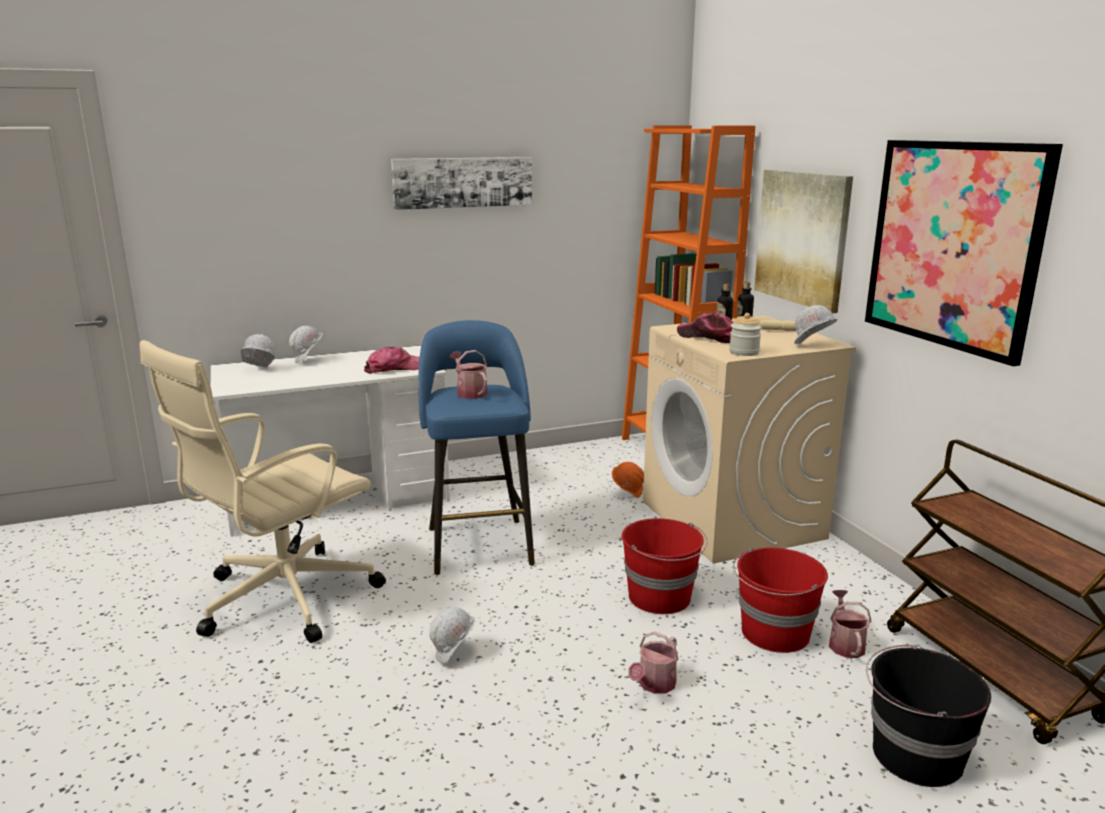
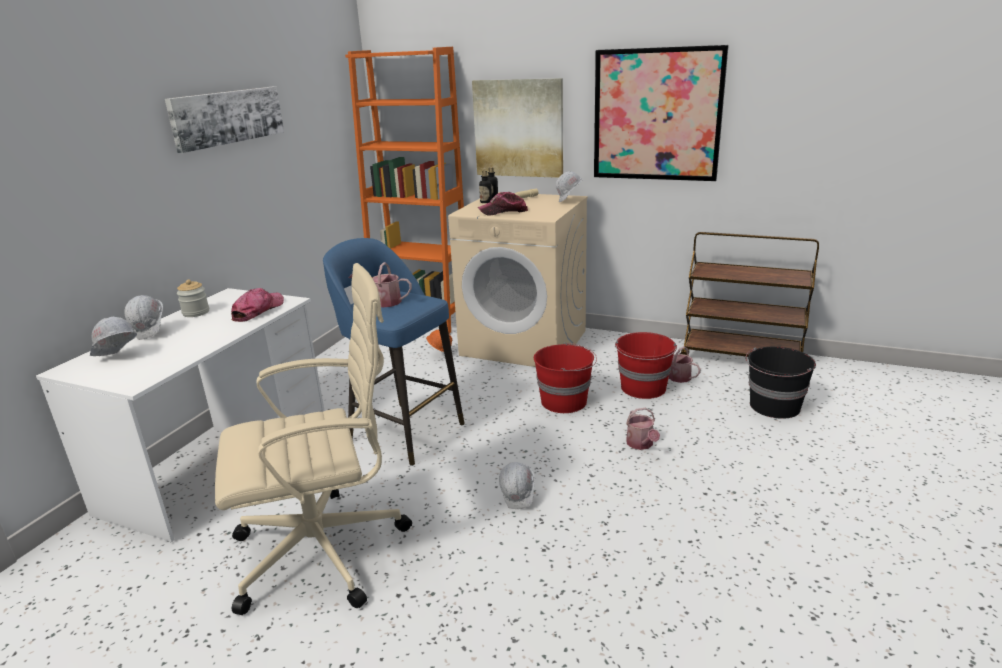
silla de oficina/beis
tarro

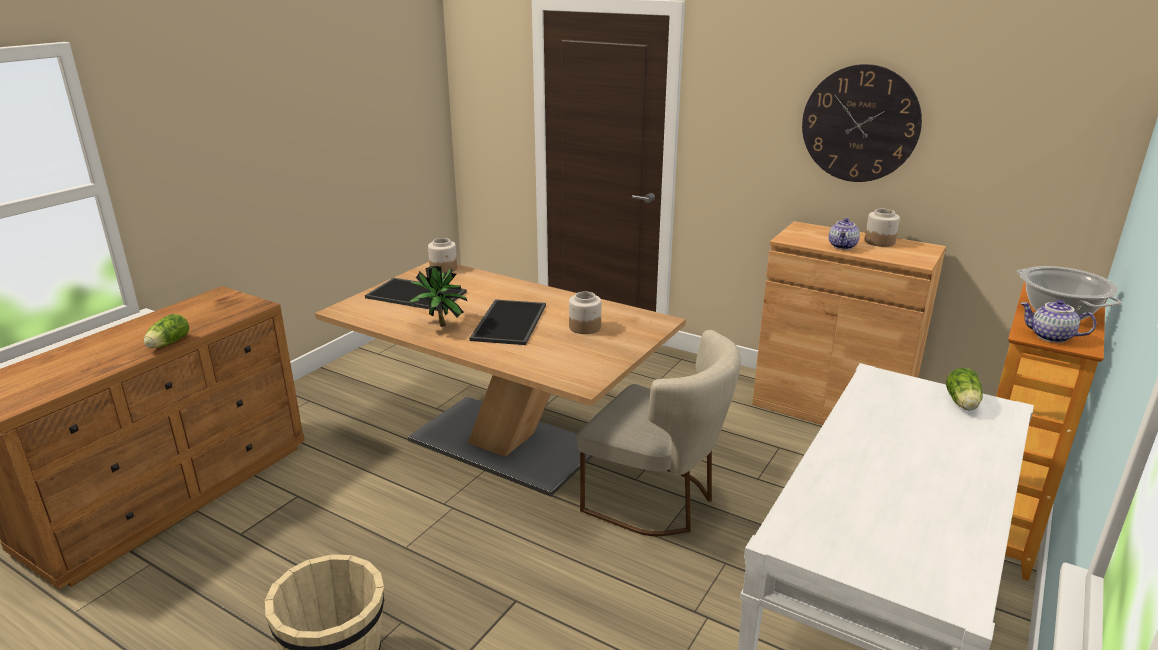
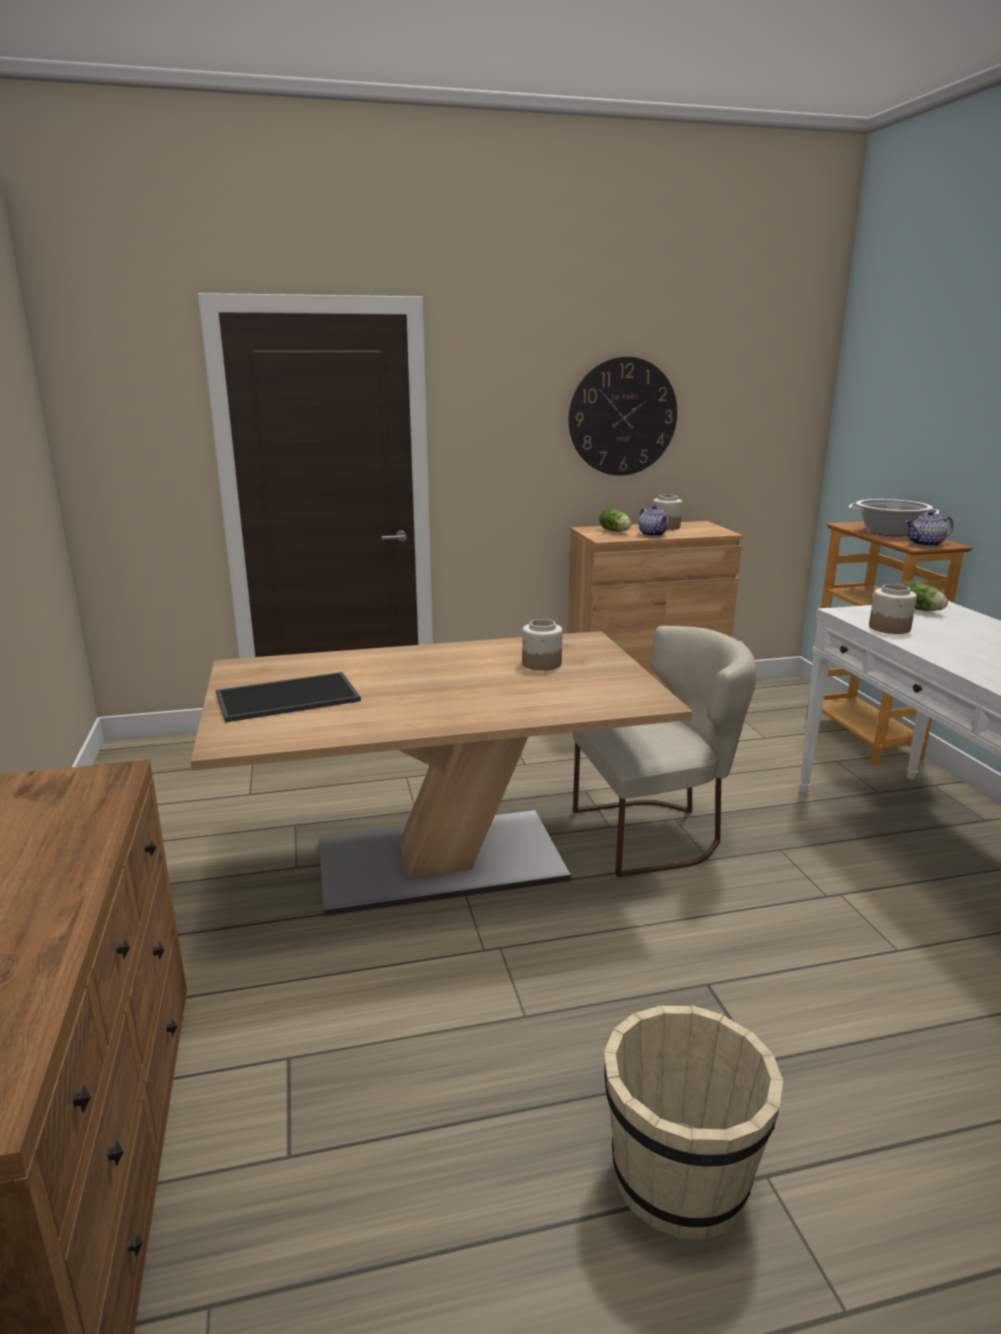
lechuga (no. 1 from left)
planta en maceta
tarro (no. 3 from left)
bandeja (no. 2 from left in the first image)

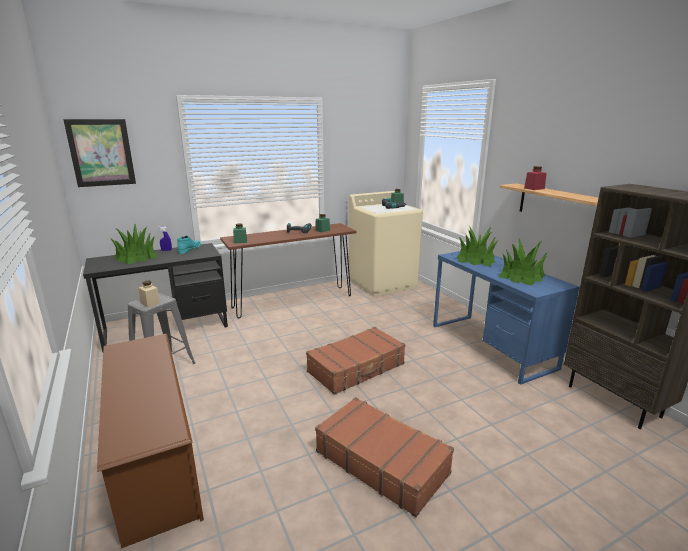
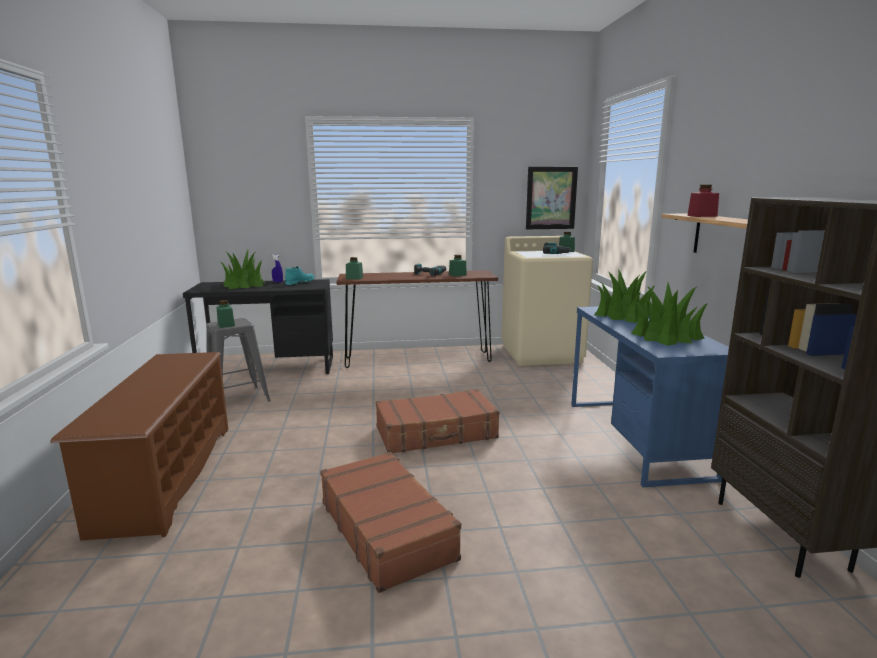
cuadro
tarro/verde (no. 1 from left)

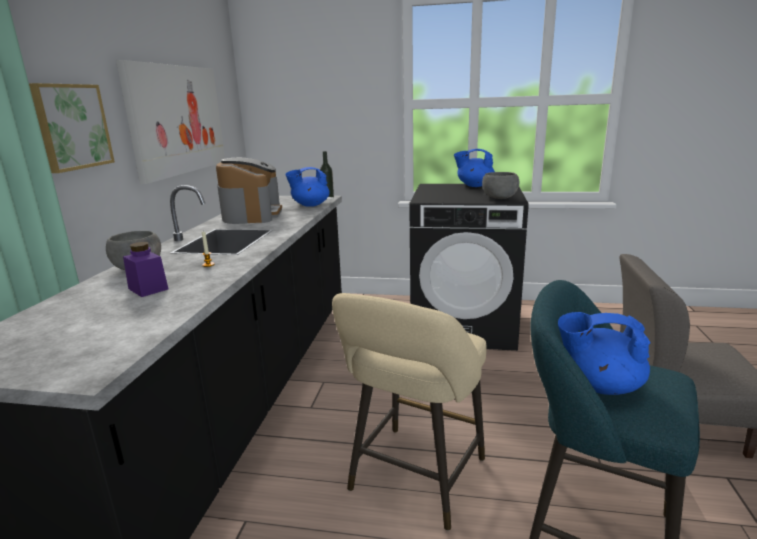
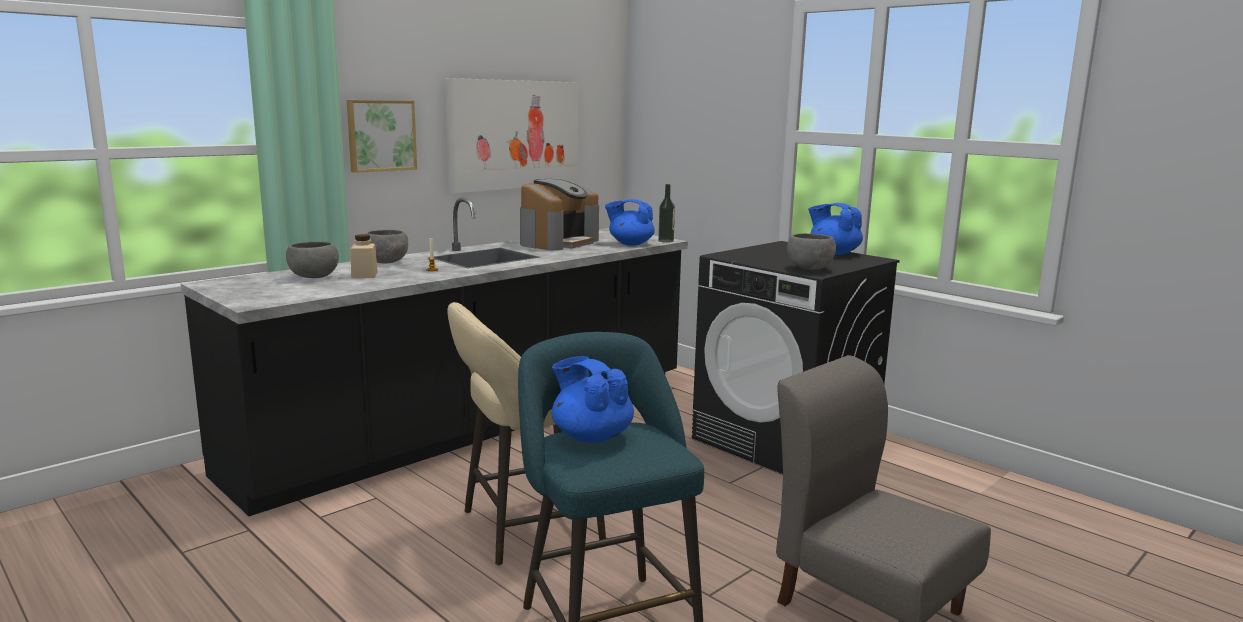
tarro/beis
cuenco/gris (no. 1 from left)

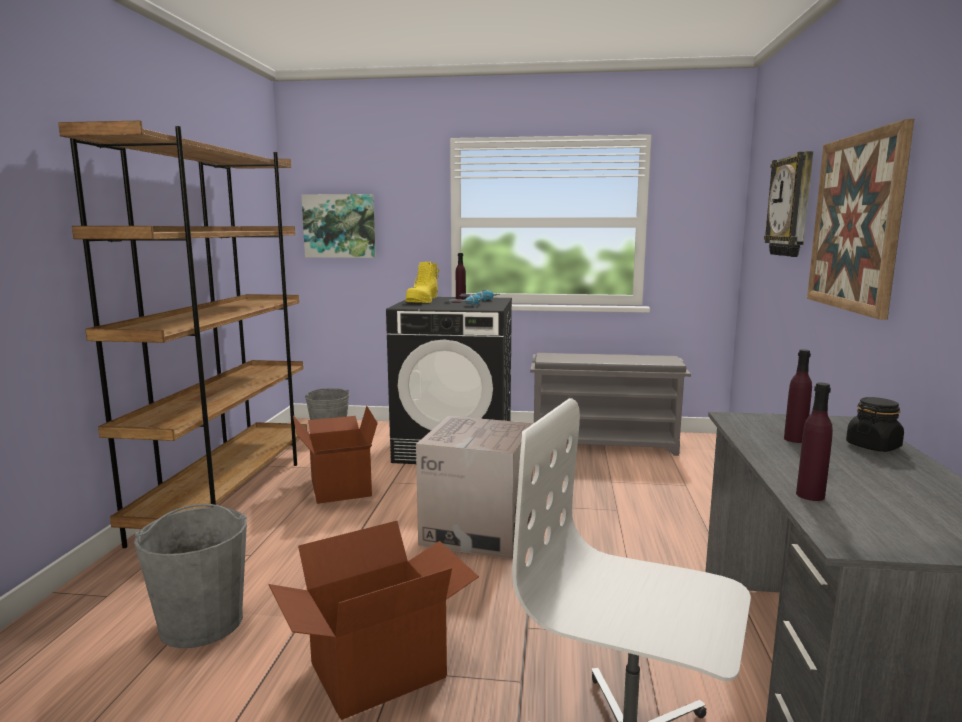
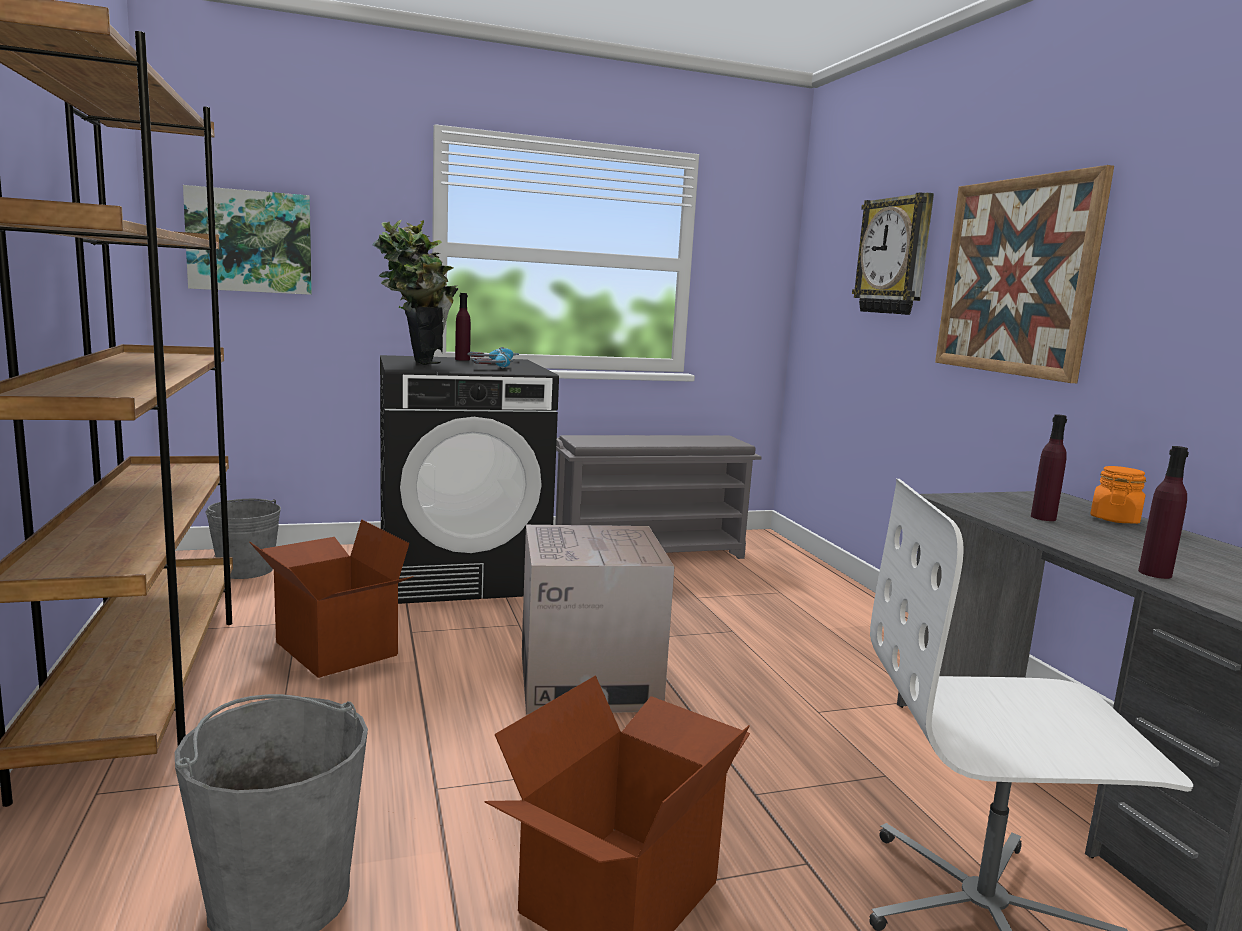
planta en maceta
tarro/naranja

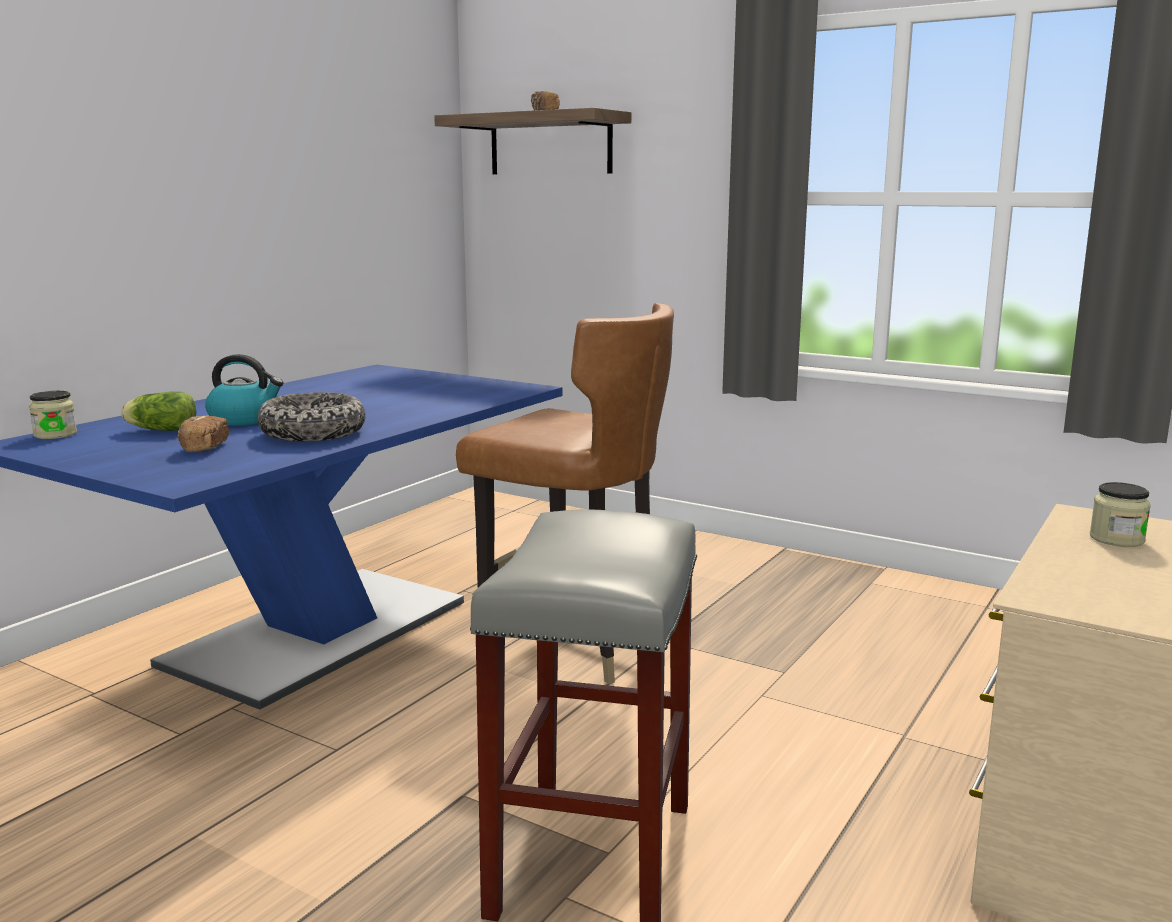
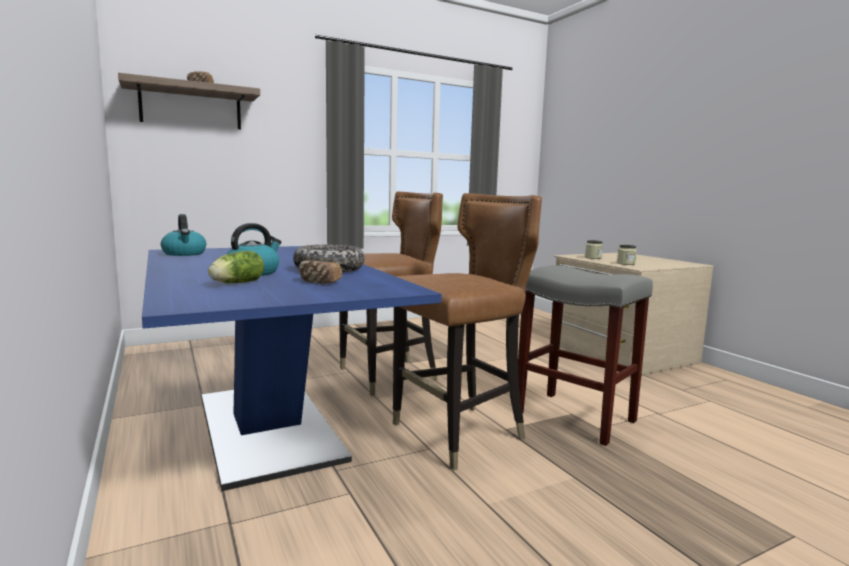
tarro (no. 2 from left)
hervidor (no. 1 from left)
silla/marrón (no. 2 from left)

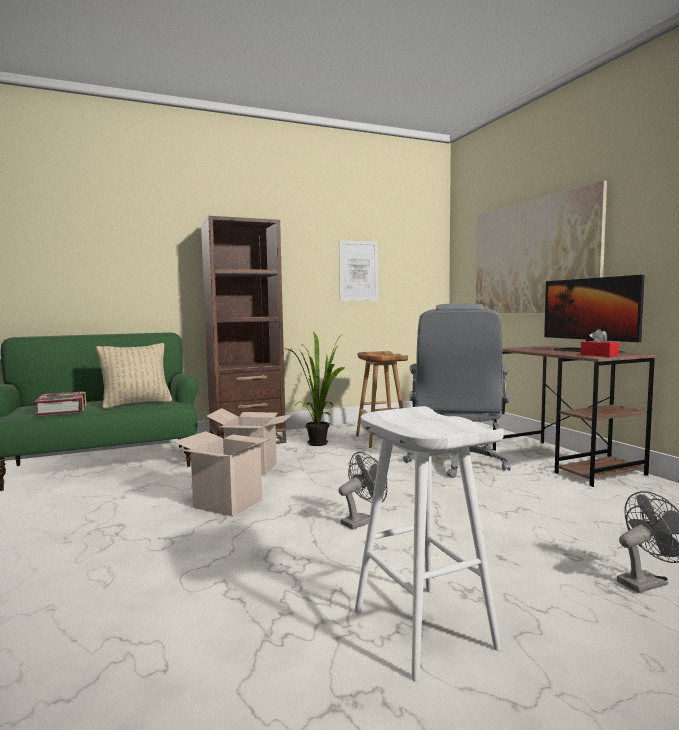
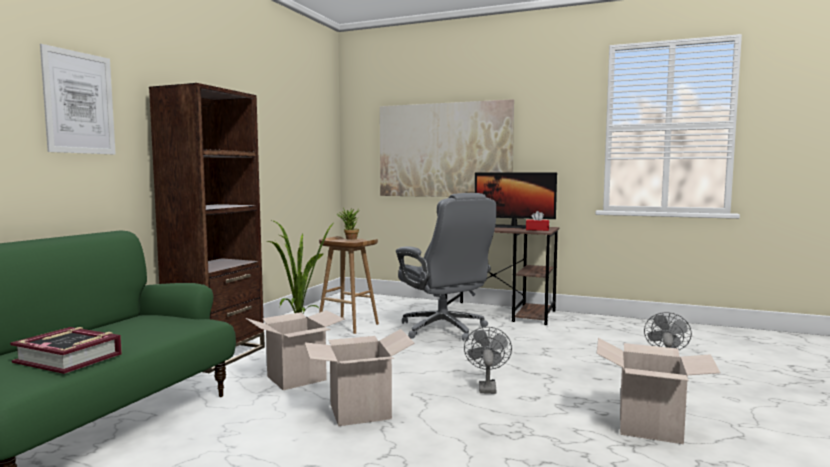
cojín/beis
cuadro (no. 1 from left)
caja de cartón (no. 3 from left)
planta en maceta (no. 2 from left)

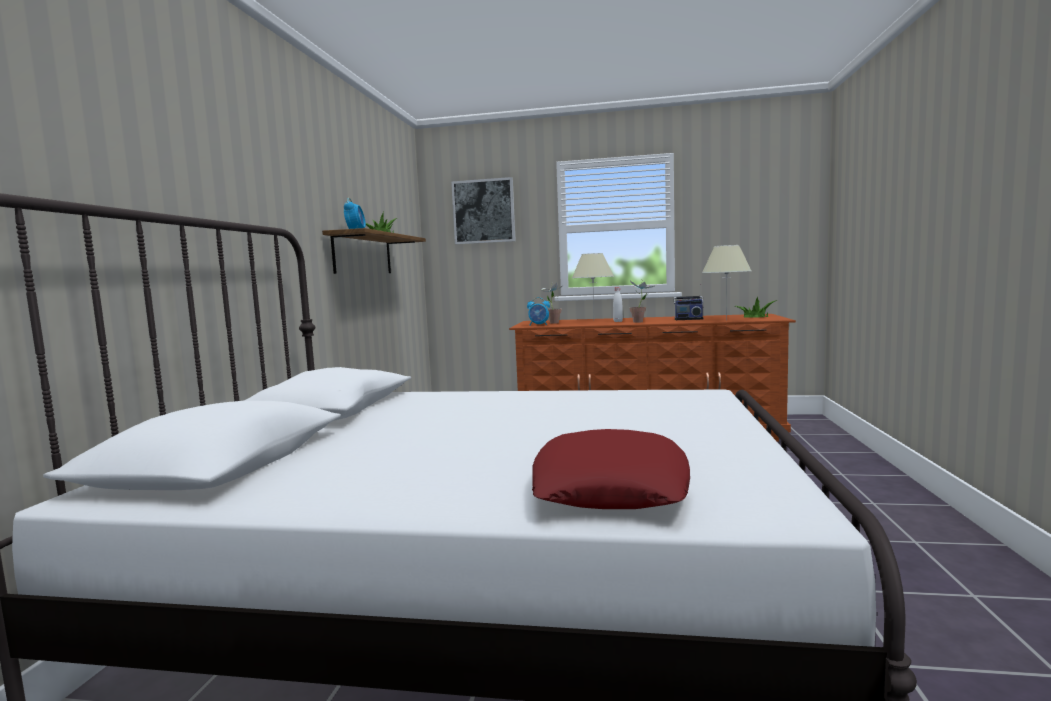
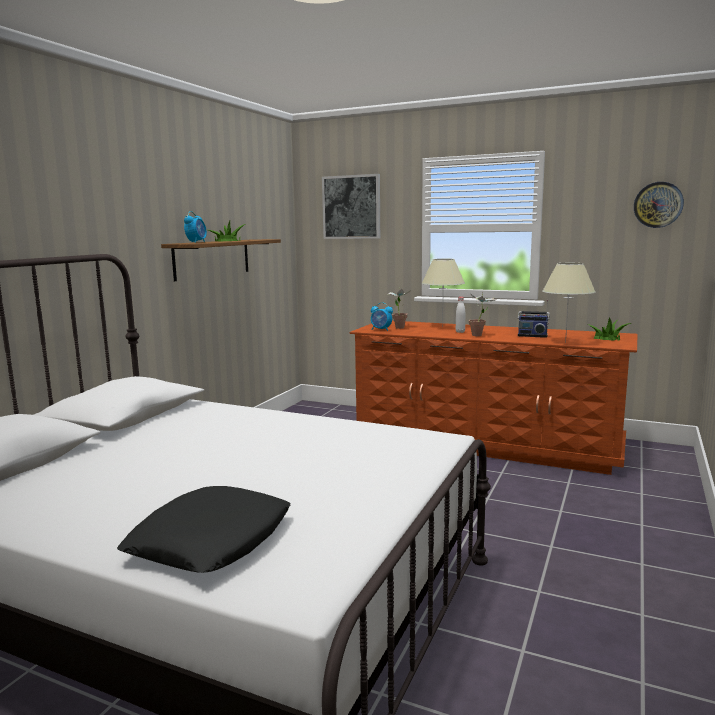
cojín/negro
reloj de pared

